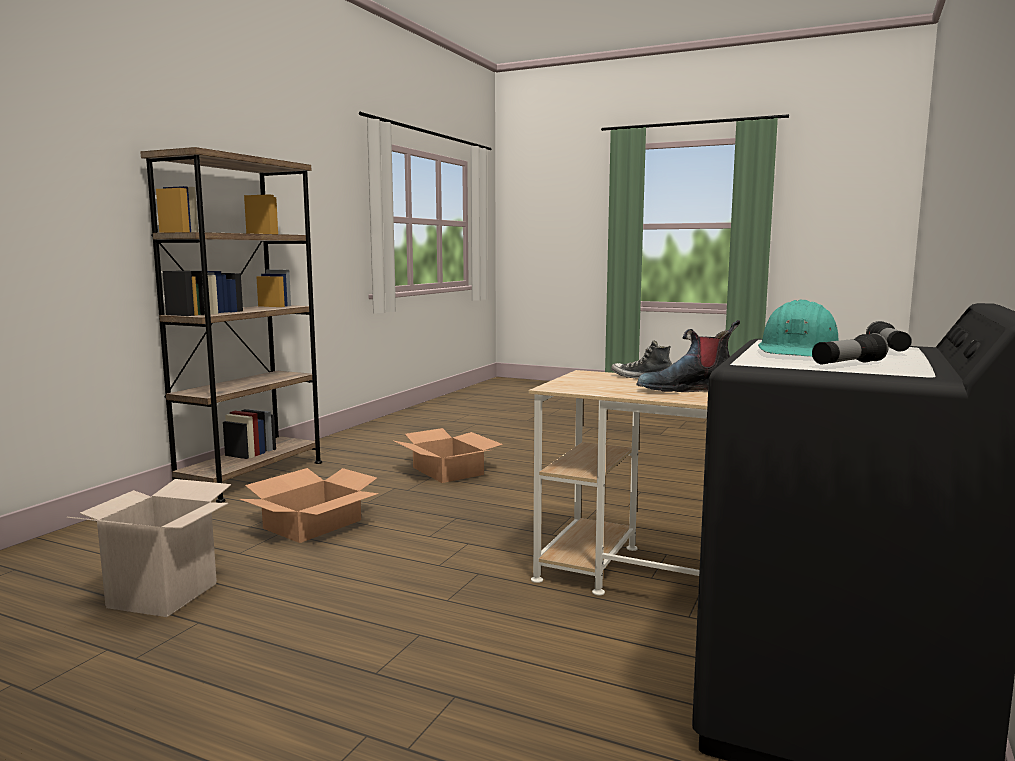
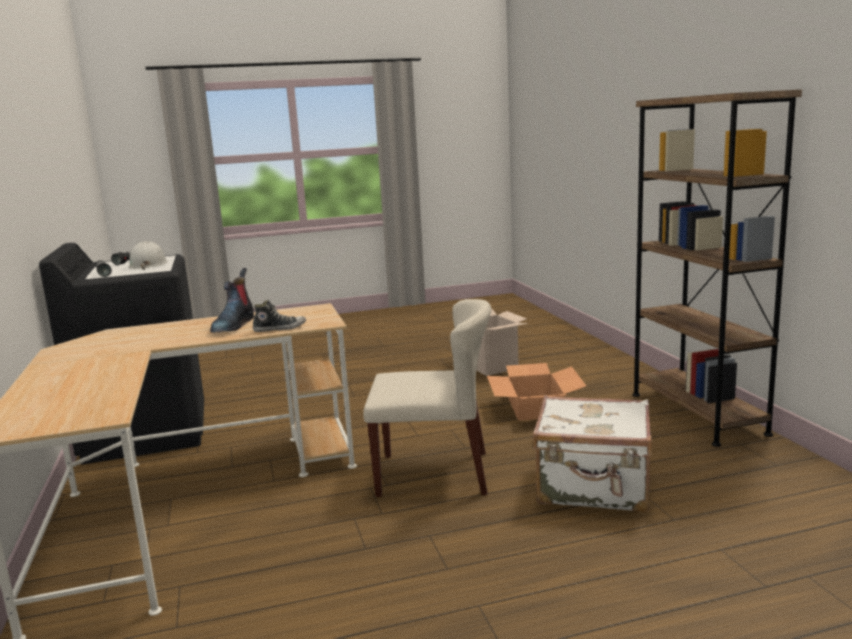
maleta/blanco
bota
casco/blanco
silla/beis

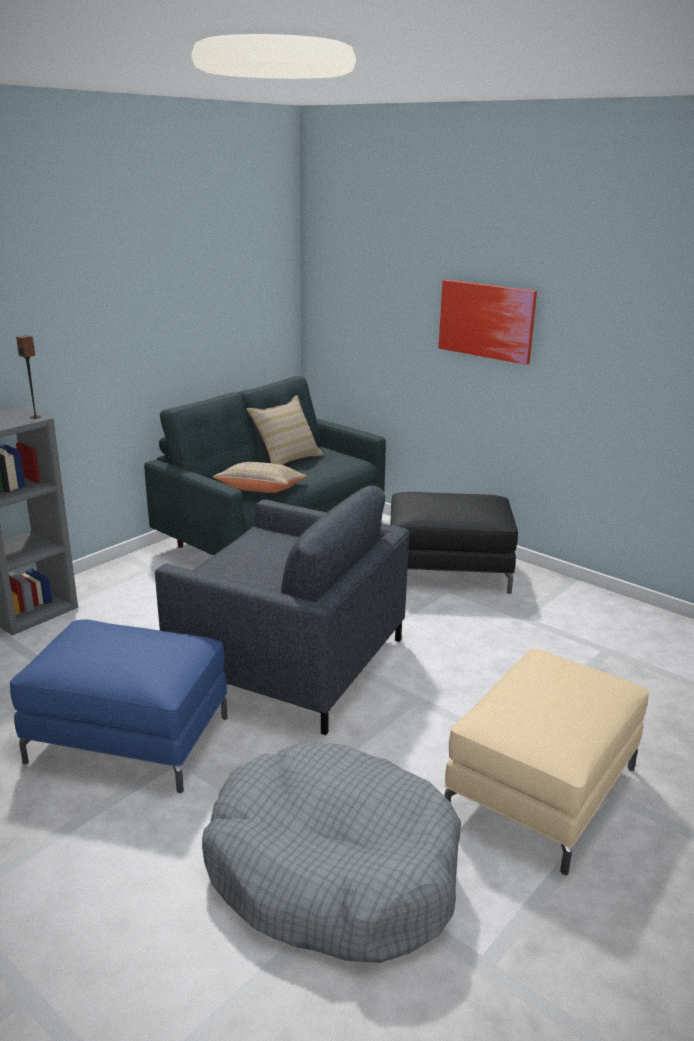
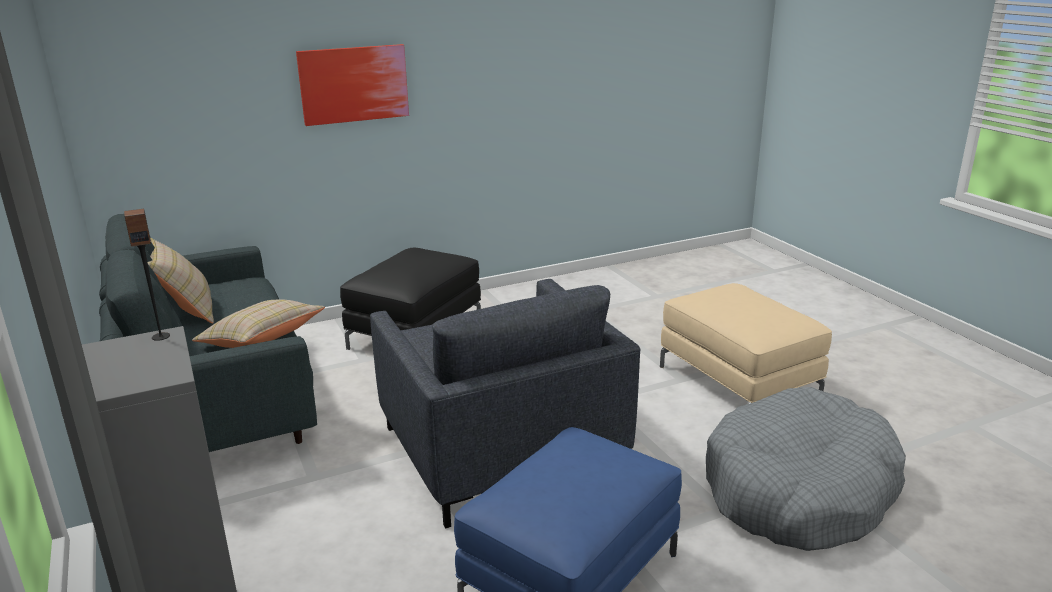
sillón/gris

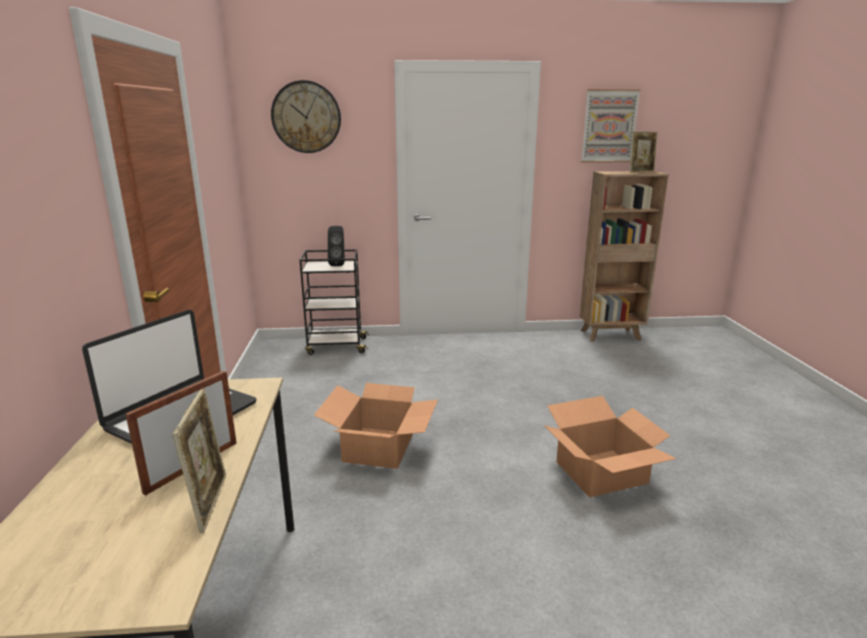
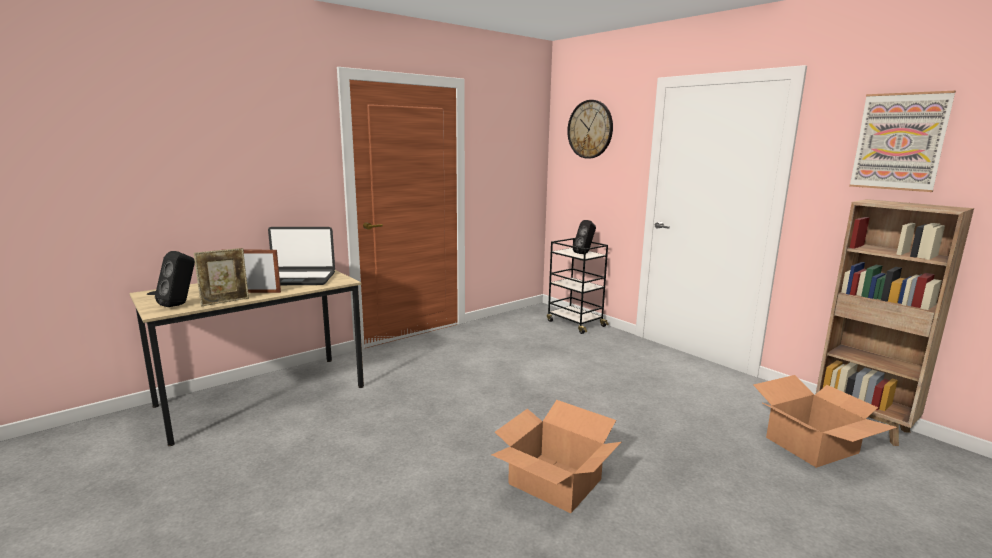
caja de cartón (no. 2 from left)
portarretratos (no. 3 from left in the first image)
altavoz/negro (no. 1 from left)

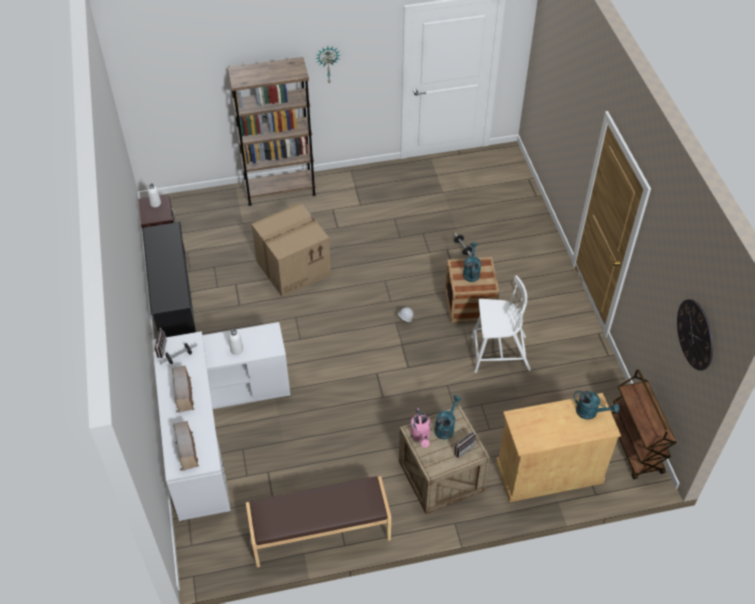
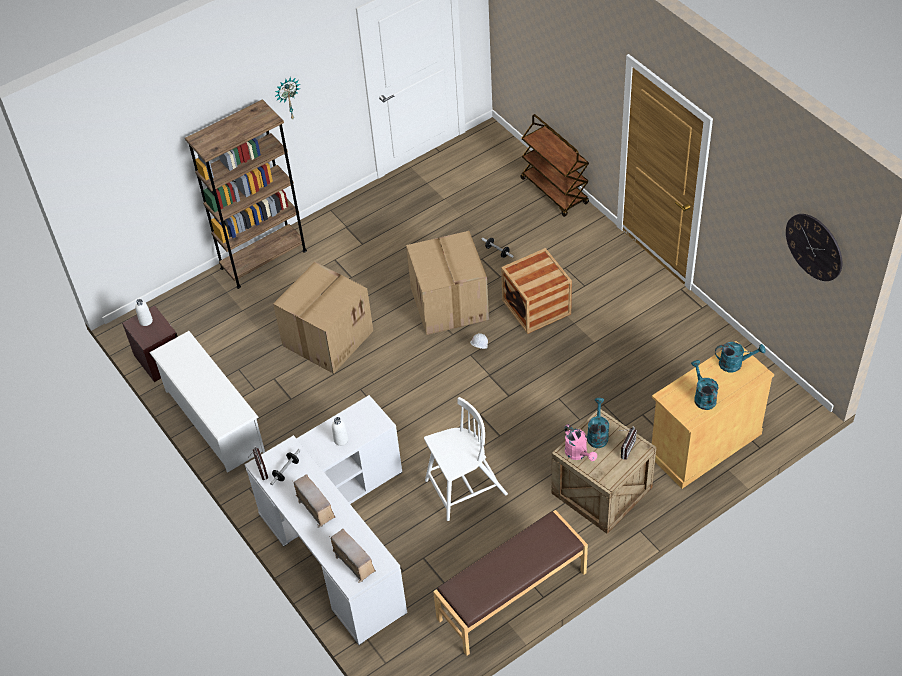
zapatero/blanco
regadera/turquesa (no. 2 from left)
silla/blanco
carrito/marrón
caja de cartón (no. 2 from left)

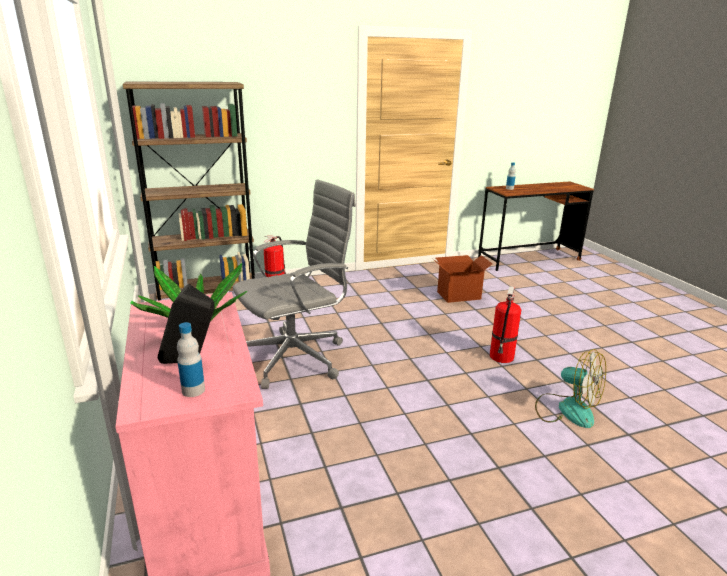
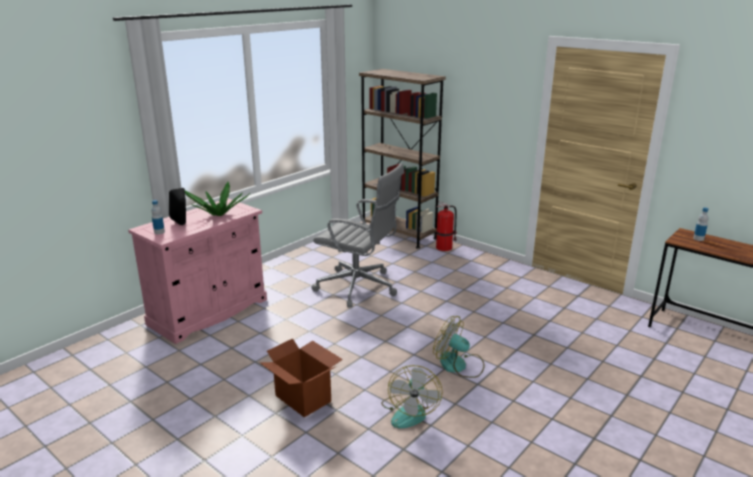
caja de cartón
ventilador (no. 2 from left)

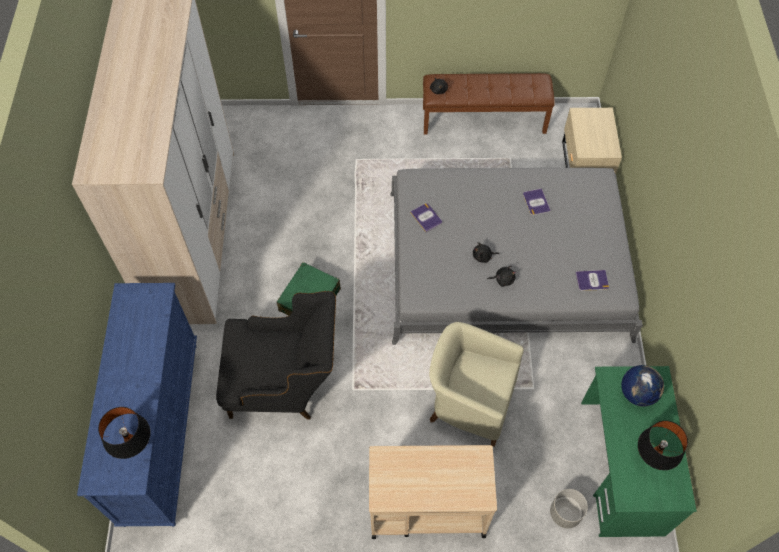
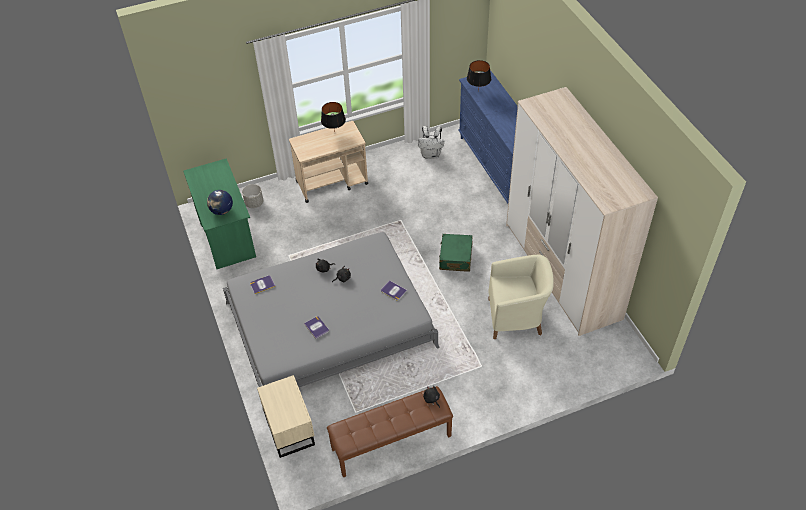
sillón/negro
sillón/beis
lámpara de mesa/negro (no. 1 from left)
mochila/blanco

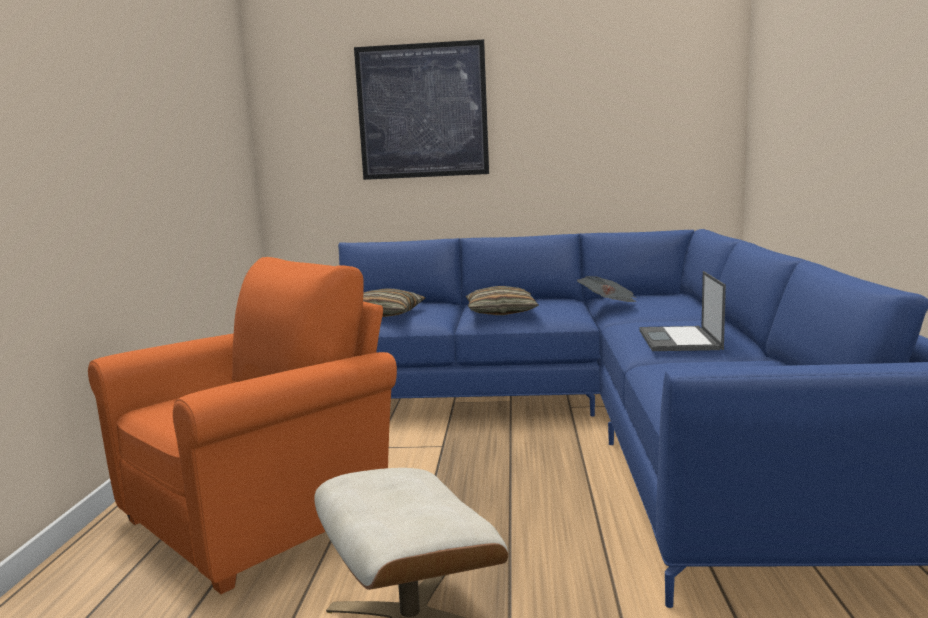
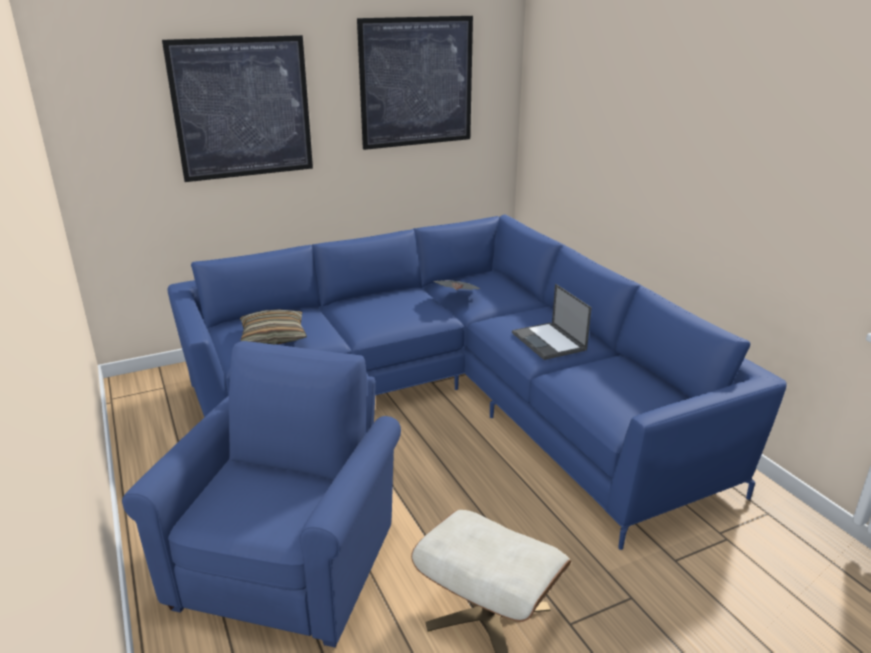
sillón/azul
cojín (no. 2 from left in the first image)
cuadro (no. 2 from left)

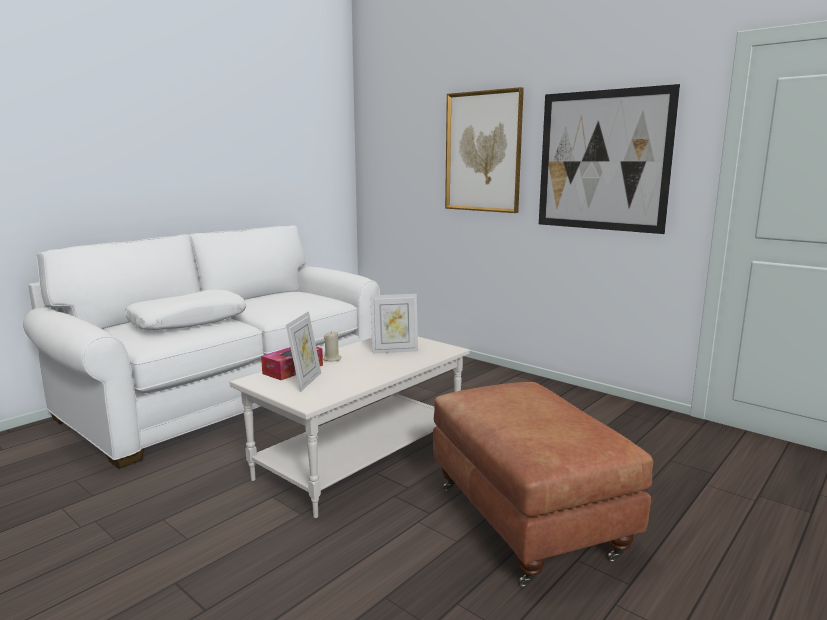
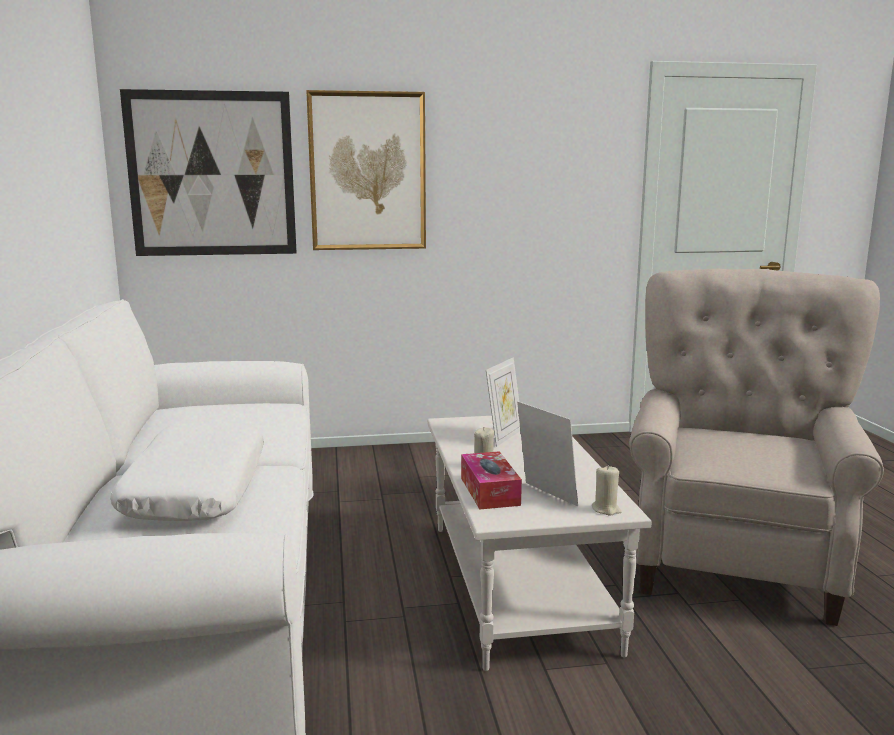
sillón/beis
cuadro (no. 1 from left)
vela/beis (no. 2 from left)

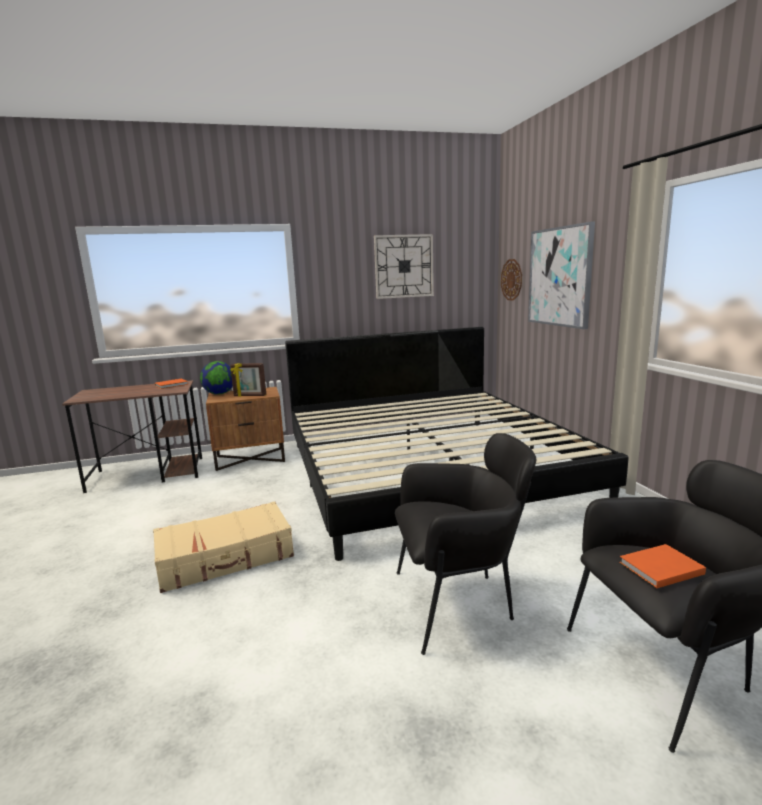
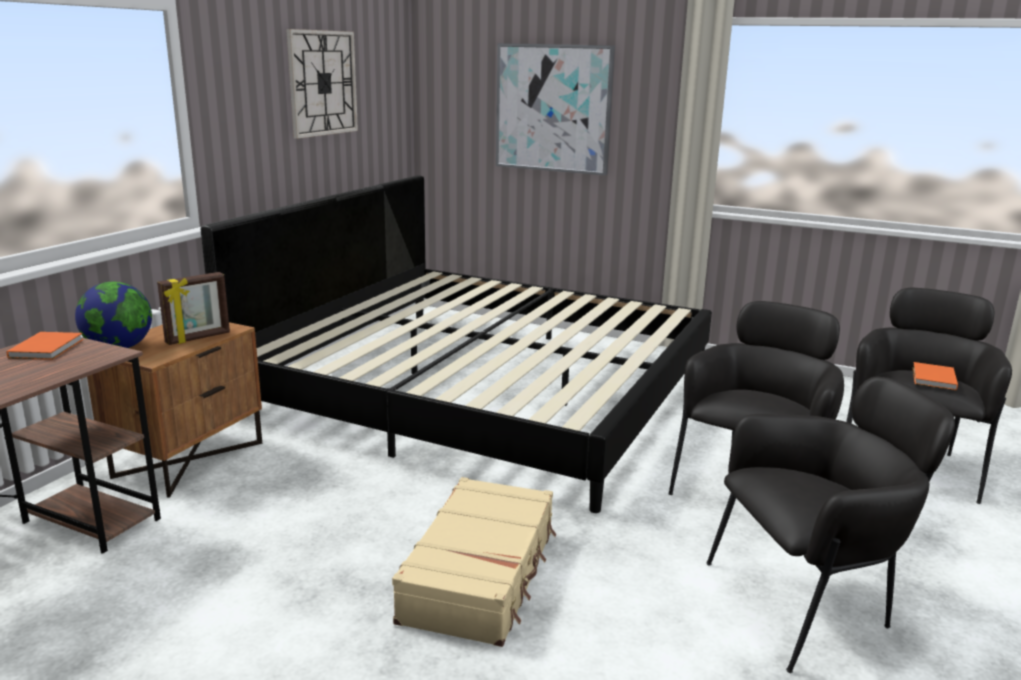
reloj de pared (no. 2 from left in the first image)
sillón/negro (no. 2 from left)

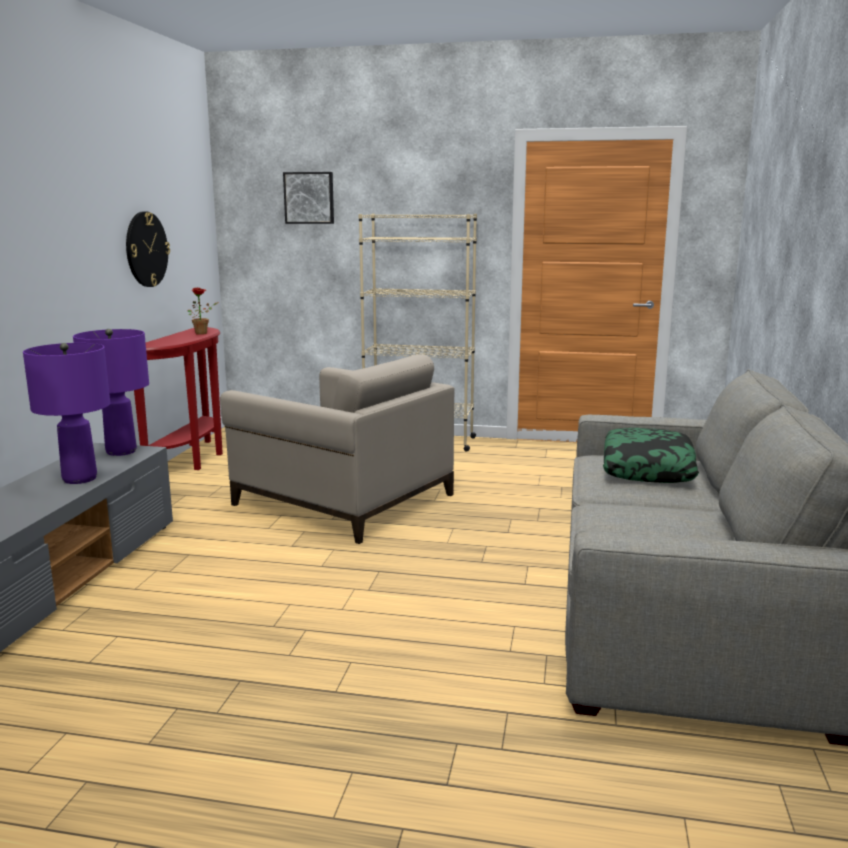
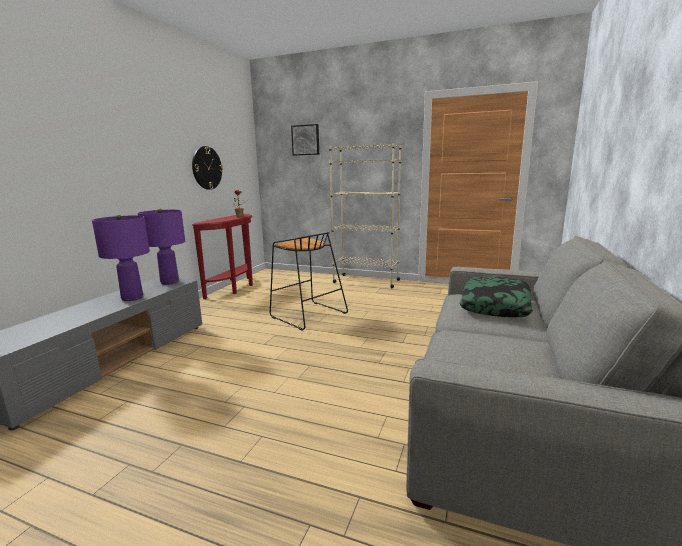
taburete/negro

